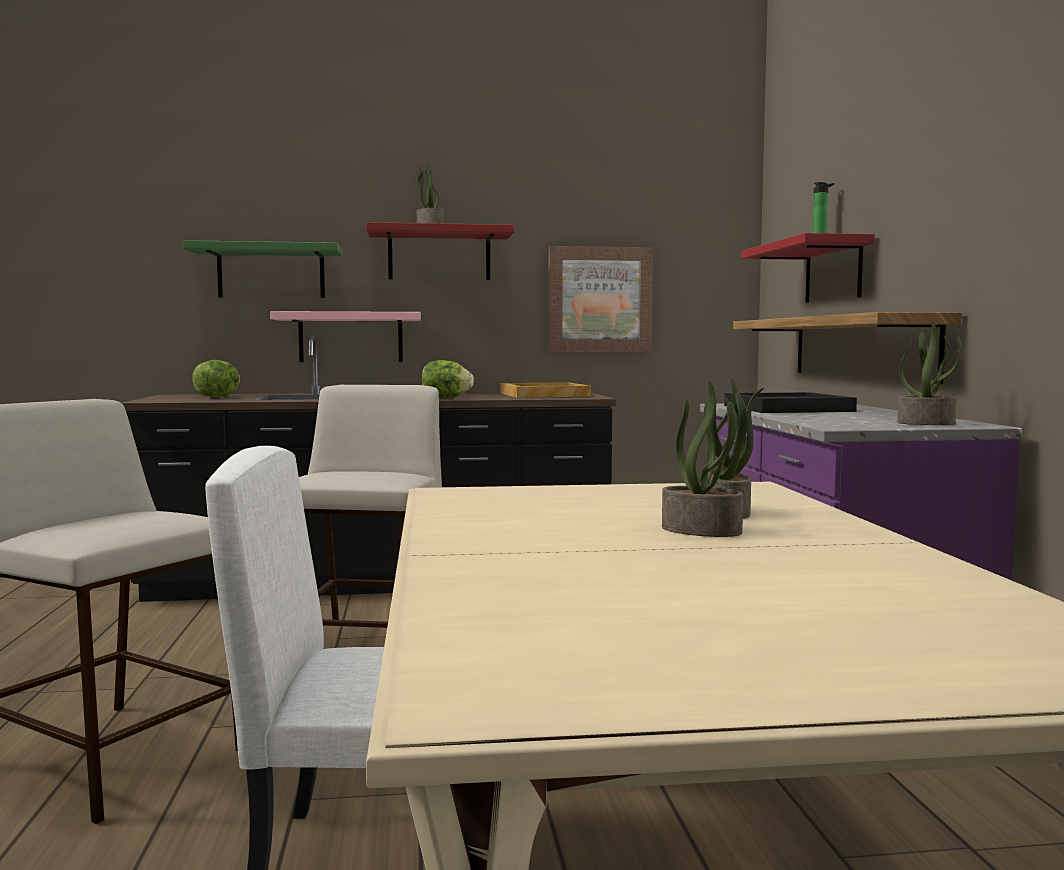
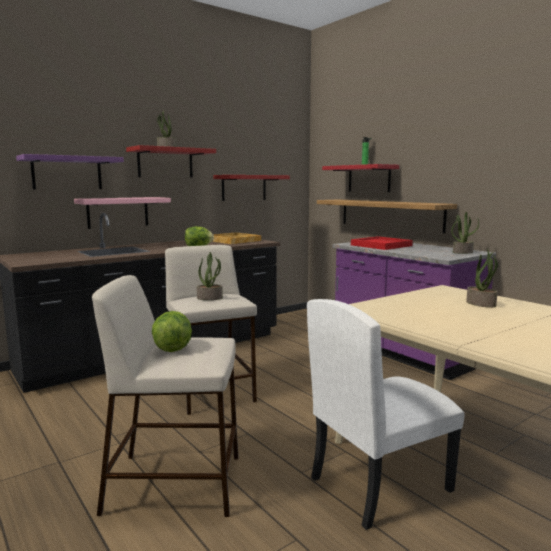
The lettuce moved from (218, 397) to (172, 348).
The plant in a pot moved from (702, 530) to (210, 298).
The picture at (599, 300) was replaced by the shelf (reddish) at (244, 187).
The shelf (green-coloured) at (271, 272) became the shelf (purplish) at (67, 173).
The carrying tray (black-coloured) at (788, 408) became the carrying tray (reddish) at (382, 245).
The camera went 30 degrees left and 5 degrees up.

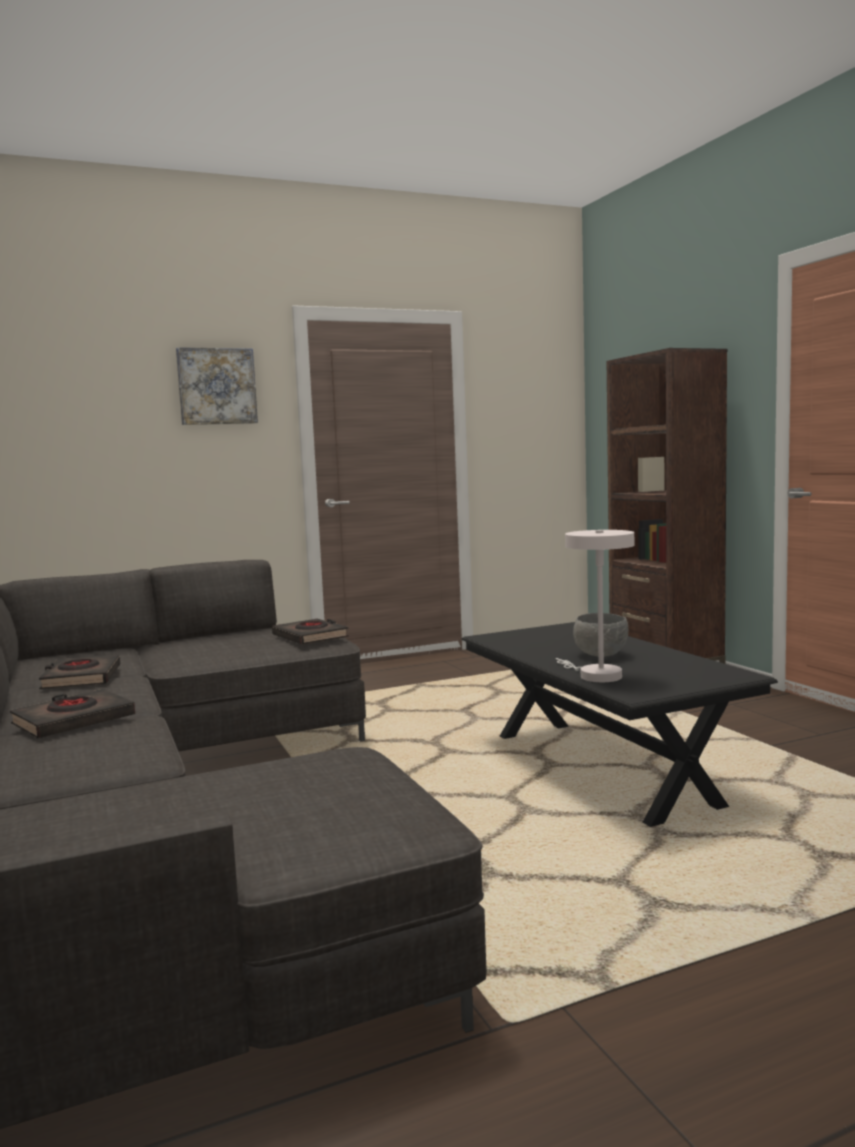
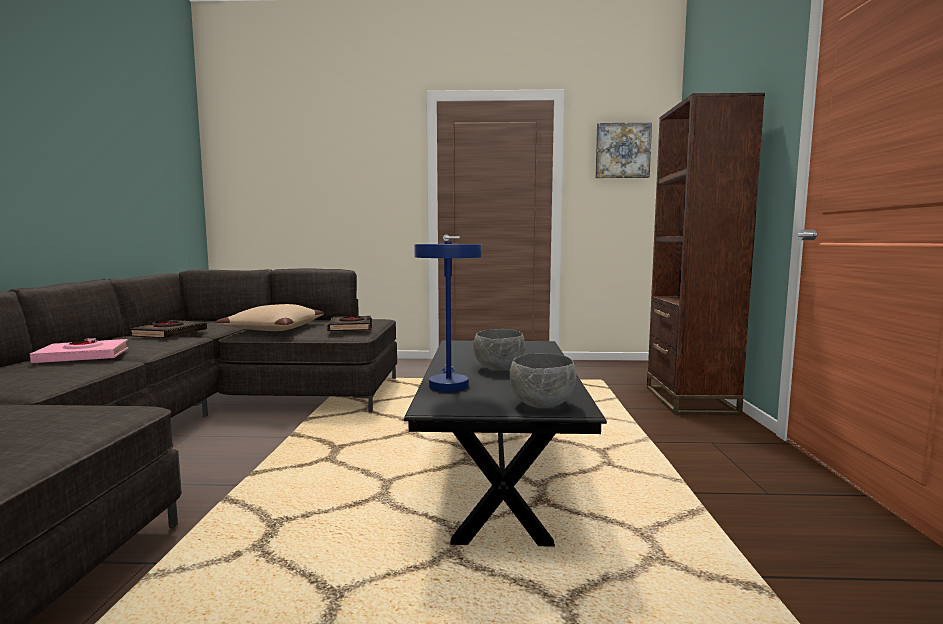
The cushion (sand-coloured) at (272, 329) appeared.
The bowl (grey) at (543, 405) appeared.
The picture moved from (217, 386) to (622, 151).
The bound book (black-coloured) at (73, 721) became the bound book (pink-coloured) at (83, 357).
The lamp for a table (whitish) at (595, 675) became the lamp for a table (blue) at (448, 384).
The camera went 25 degrees right and 0 degrees up.

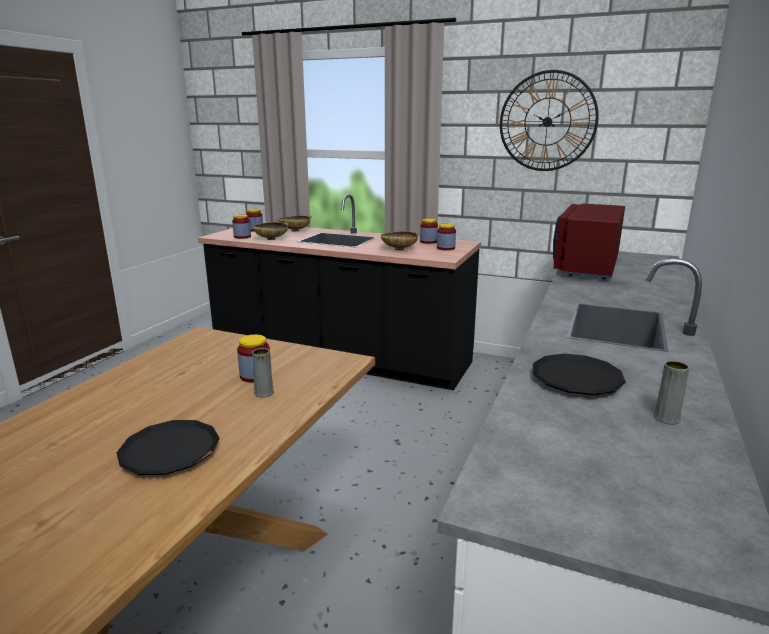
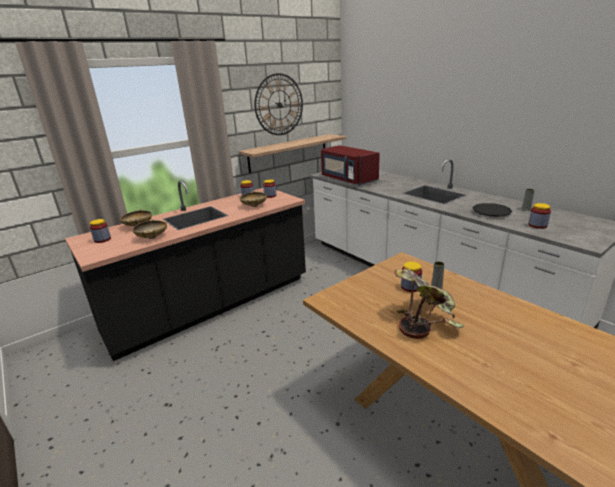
The plate (black-coloured) at (170, 453) disappeared.
The shelf at (288, 152) appeared.
The plant in a pot at (424, 319) appeared.
The jar moved from (242, 237) to (537, 225).
The camera went 60 degrees left and 5 degrees up.

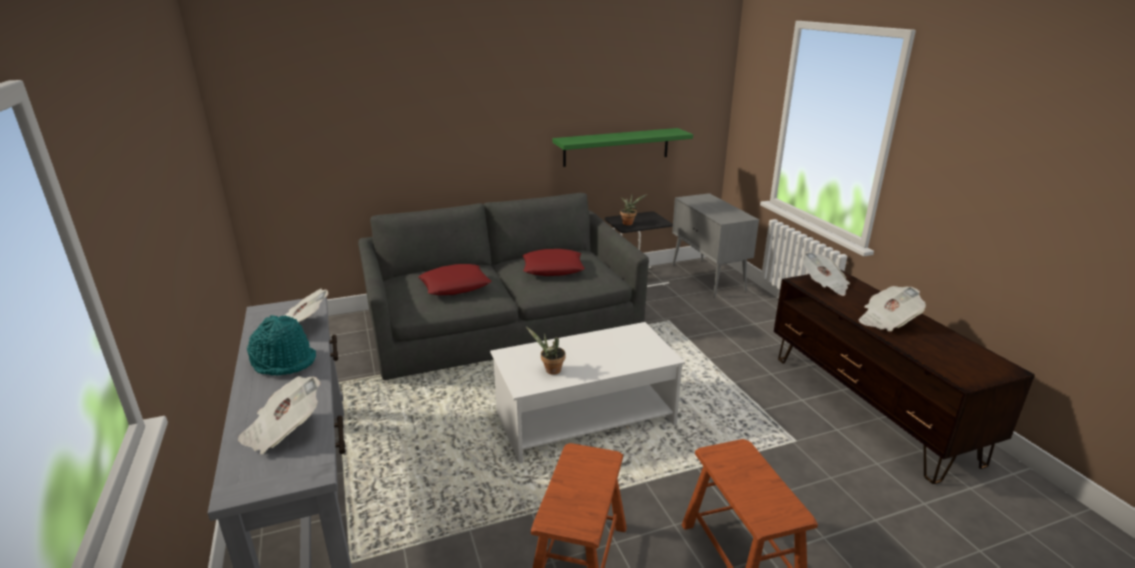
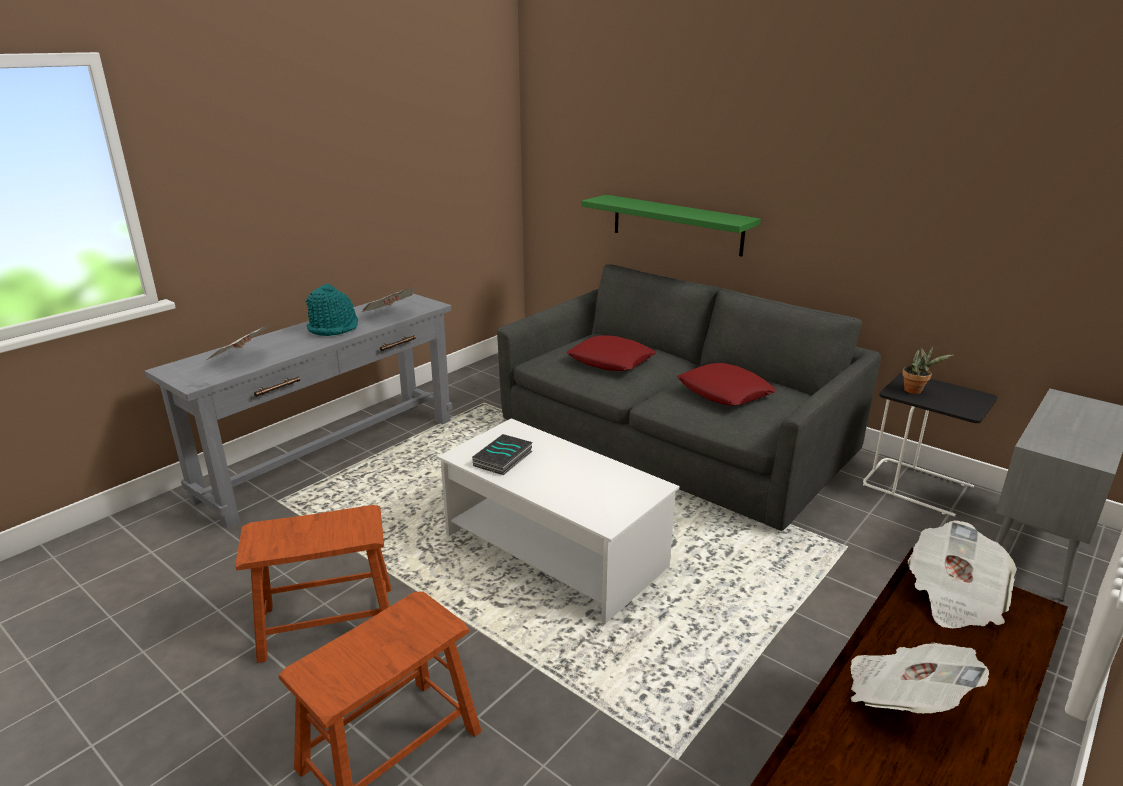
The shelf (green-coloured) moved from (616, 147) to (676, 224).
The plant in a pot at (550, 370) was replaced by the bound book at (503, 459).
The camera went 60 degrees right and 0 degrees up.

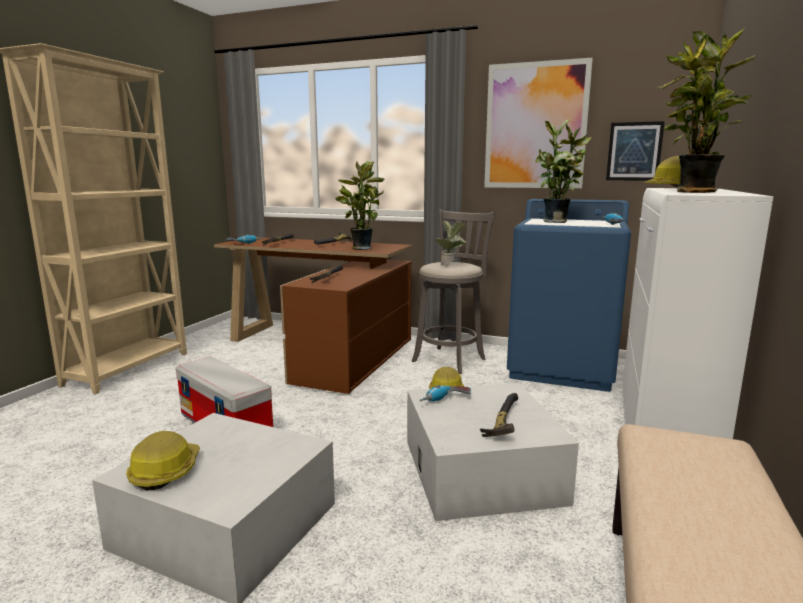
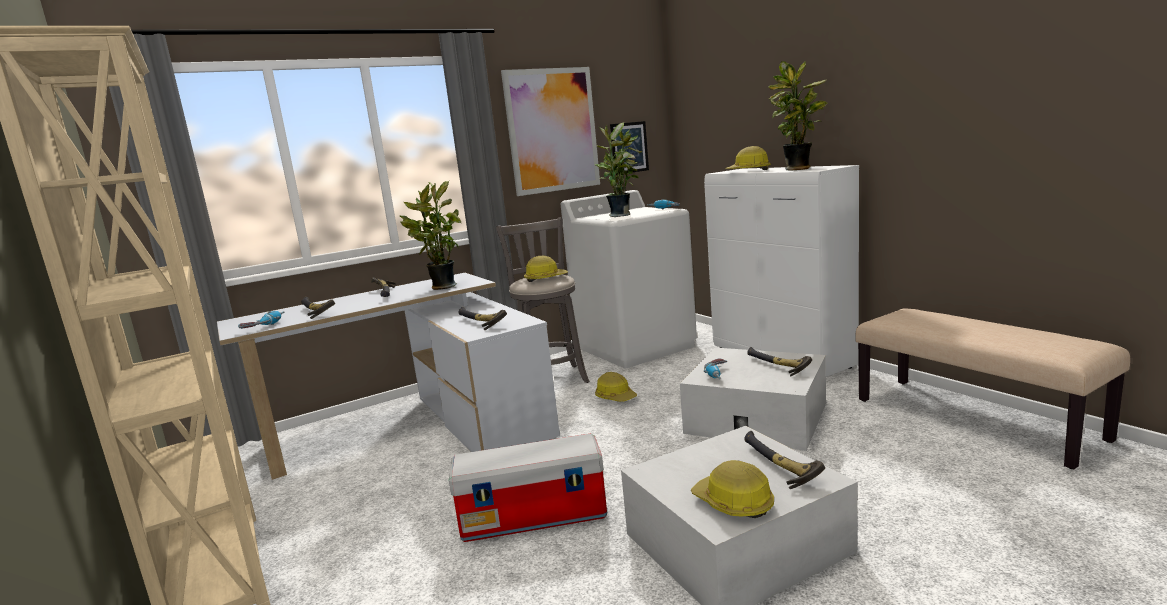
The hammer at (777, 467) appeared.
The plant in a pot at (451, 265) was replaced by the hard hat at (545, 278).
The desk (brown-coloured) at (322, 349) became the desk (whitish) at (417, 428).
The washing machine (blue) at (562, 368) became the washing machine (whitish) at (636, 347).
The camera went 50 degrees left and 0 degrees up.

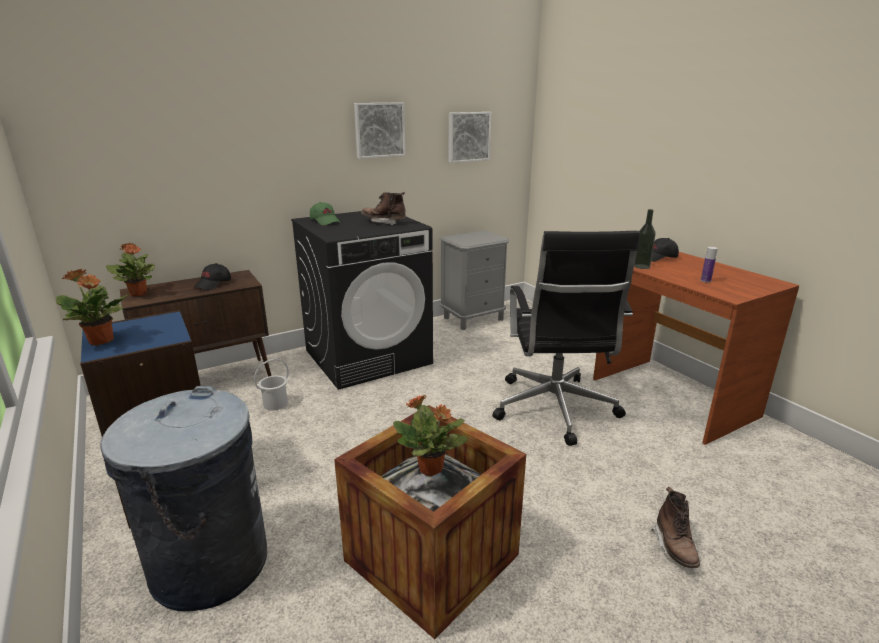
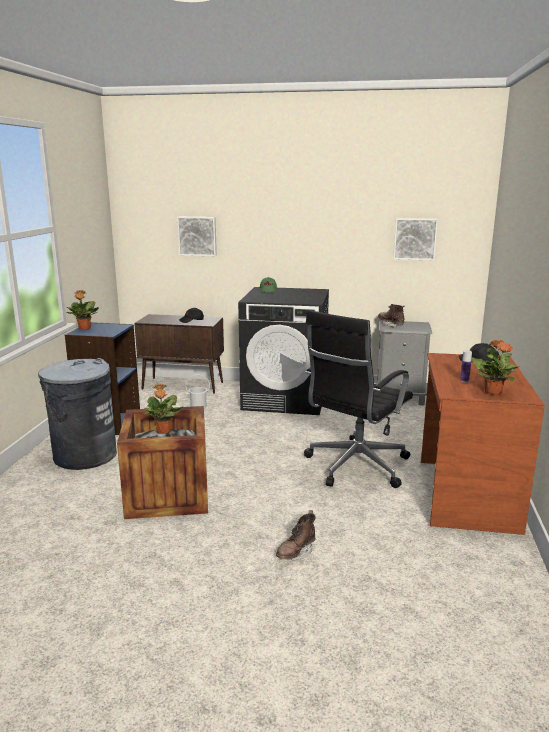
The drink bottle at (641, 266) disappeared.
The plant in a pot moved from (138, 293) to (493, 392).
The picture moved from (379, 130) to (197, 236).
The tall boot (brown-coloured) moved from (384, 222) to (390, 324).
The camera went 40 degrees right and 5 degrees down.

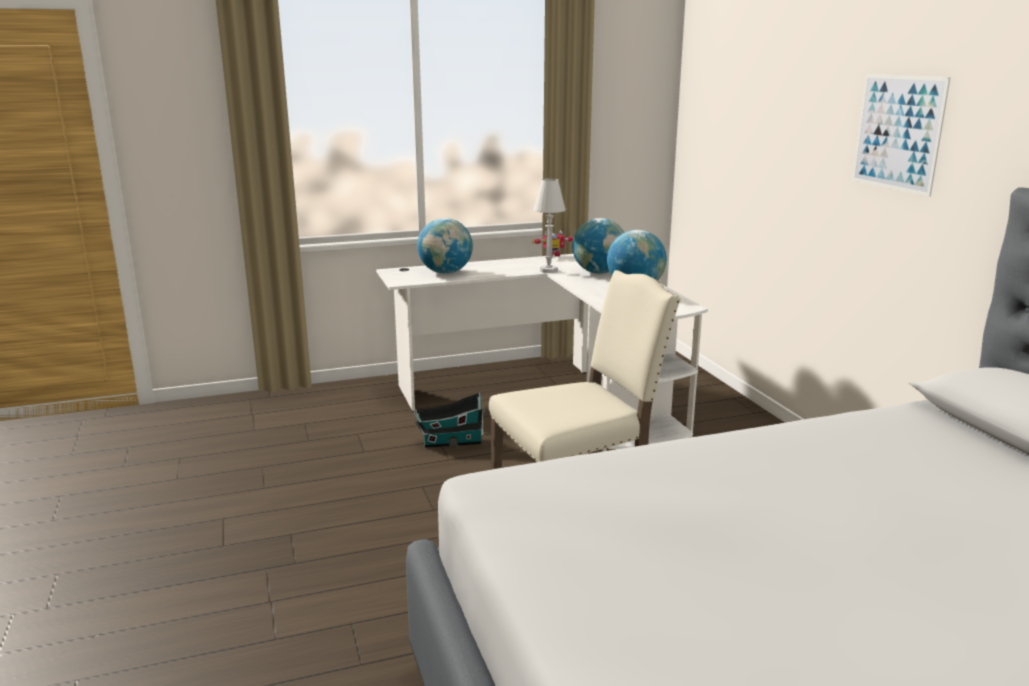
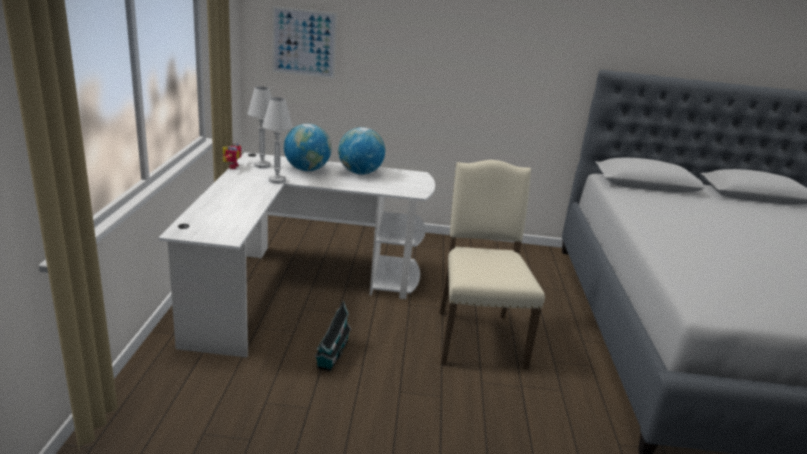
The desk globe at (445, 272) disappeared.
The lamp for a table (whitish) at (262, 165) appeared.
The picture moved from (897, 133) to (304, 43).
The camera went 70 degrees left and 5 degrees up.

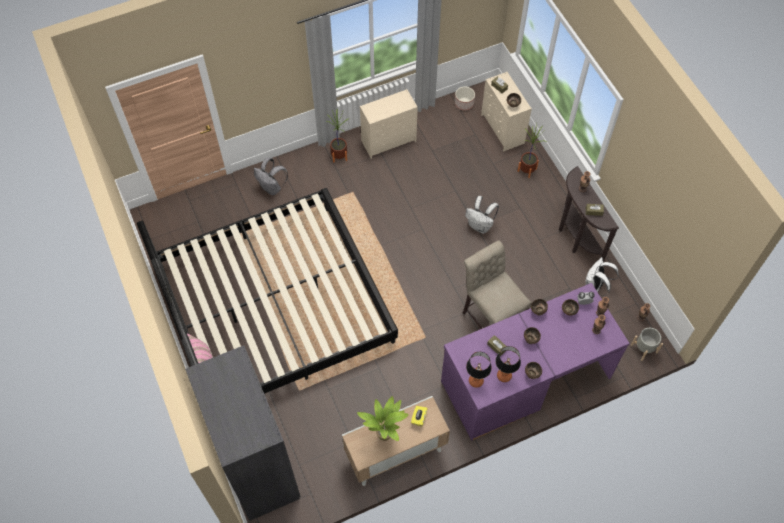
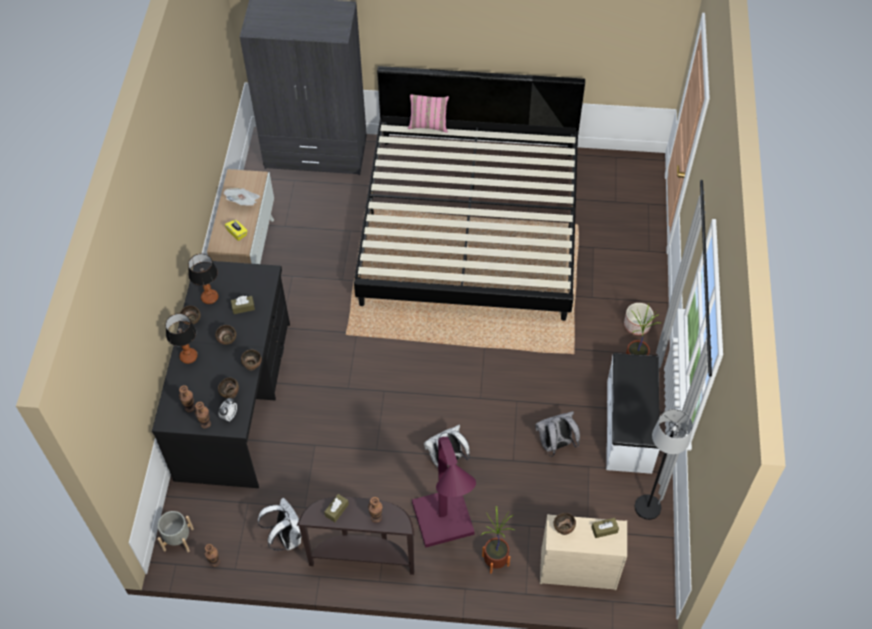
The chair (sand-coloured) at (490, 317) disappeared.
The standard lamp (purplish) at (445, 527) appeared.
The standard lamp (black-coloured) at (647, 507) appeared.
The backpack (grey) moved from (272, 188) to (555, 445).
The planter moved from (464, 103) to (636, 325).
The lamp for a table moved from (475, 381) to (188, 356).
The plant in a pot at (385, 434) was replaced by the daily paper at (243, 202).
The dresser (sand-coloured) at (389, 141) was replaced by the indoor bench (whitish) at (629, 426).
The desk (purplish) at (525, 378) became the desk (black-coloured) at (236, 399).
The camera went 120 degrees right and 5 degrees down.

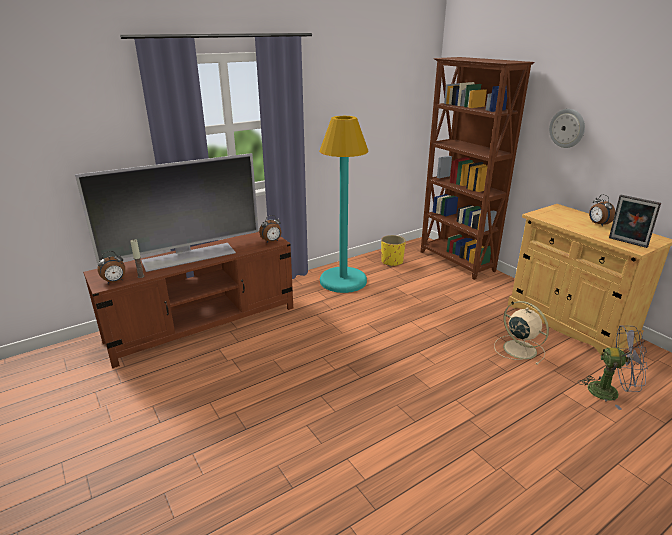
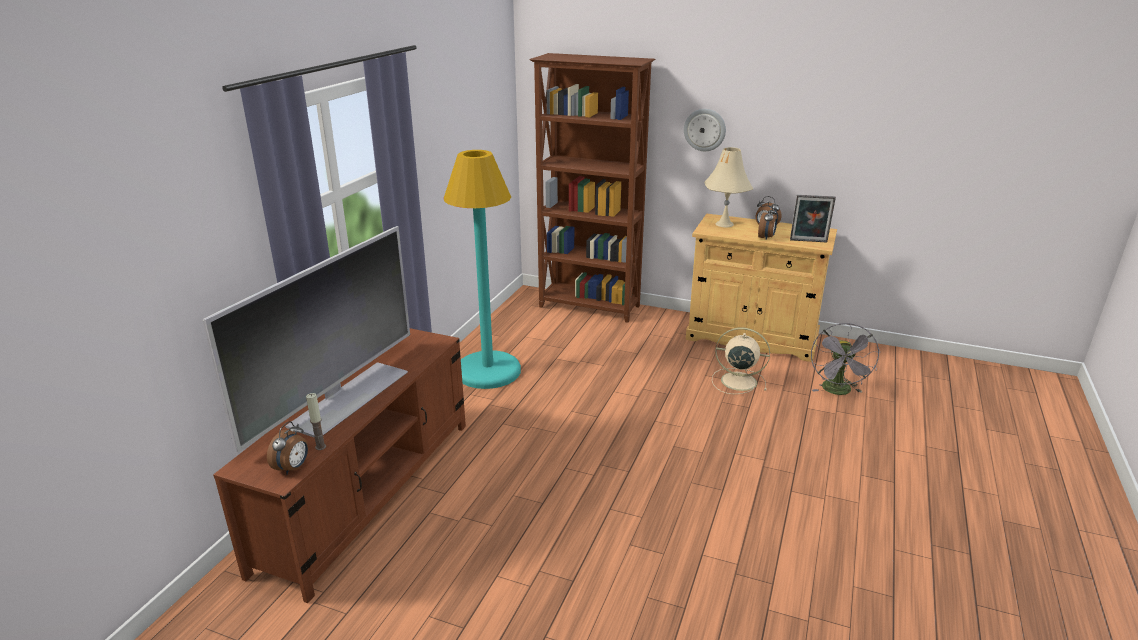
The planter (yellowish) at (392, 261) disappeared.
The lamp for a table (sand-coloured) at (724, 224) appeared.
The bedside clock moved from (272, 241) to (766, 238).
The electric fan (grey) at (610, 392) turned 120 degrees clockwise.
The camera went 35 degrees left and 0 degrees up.

